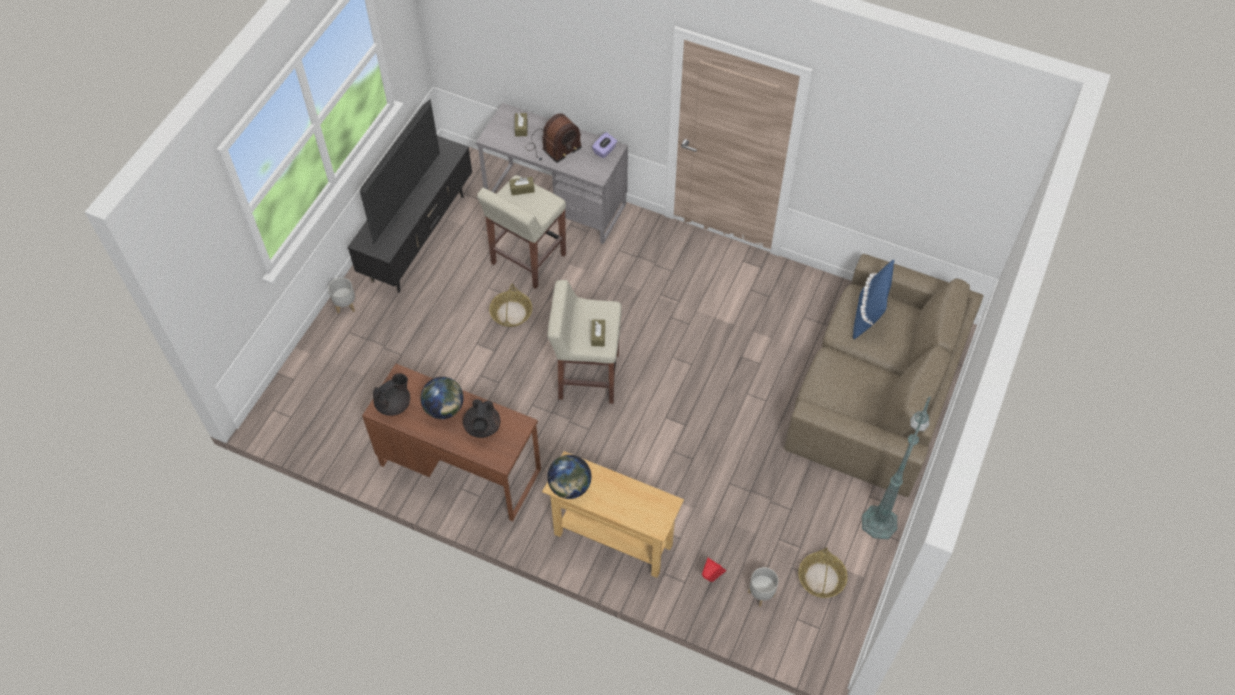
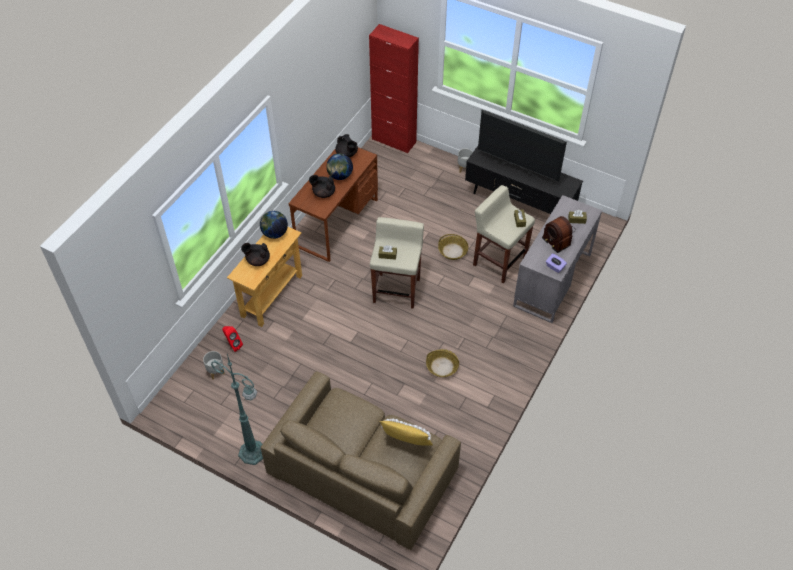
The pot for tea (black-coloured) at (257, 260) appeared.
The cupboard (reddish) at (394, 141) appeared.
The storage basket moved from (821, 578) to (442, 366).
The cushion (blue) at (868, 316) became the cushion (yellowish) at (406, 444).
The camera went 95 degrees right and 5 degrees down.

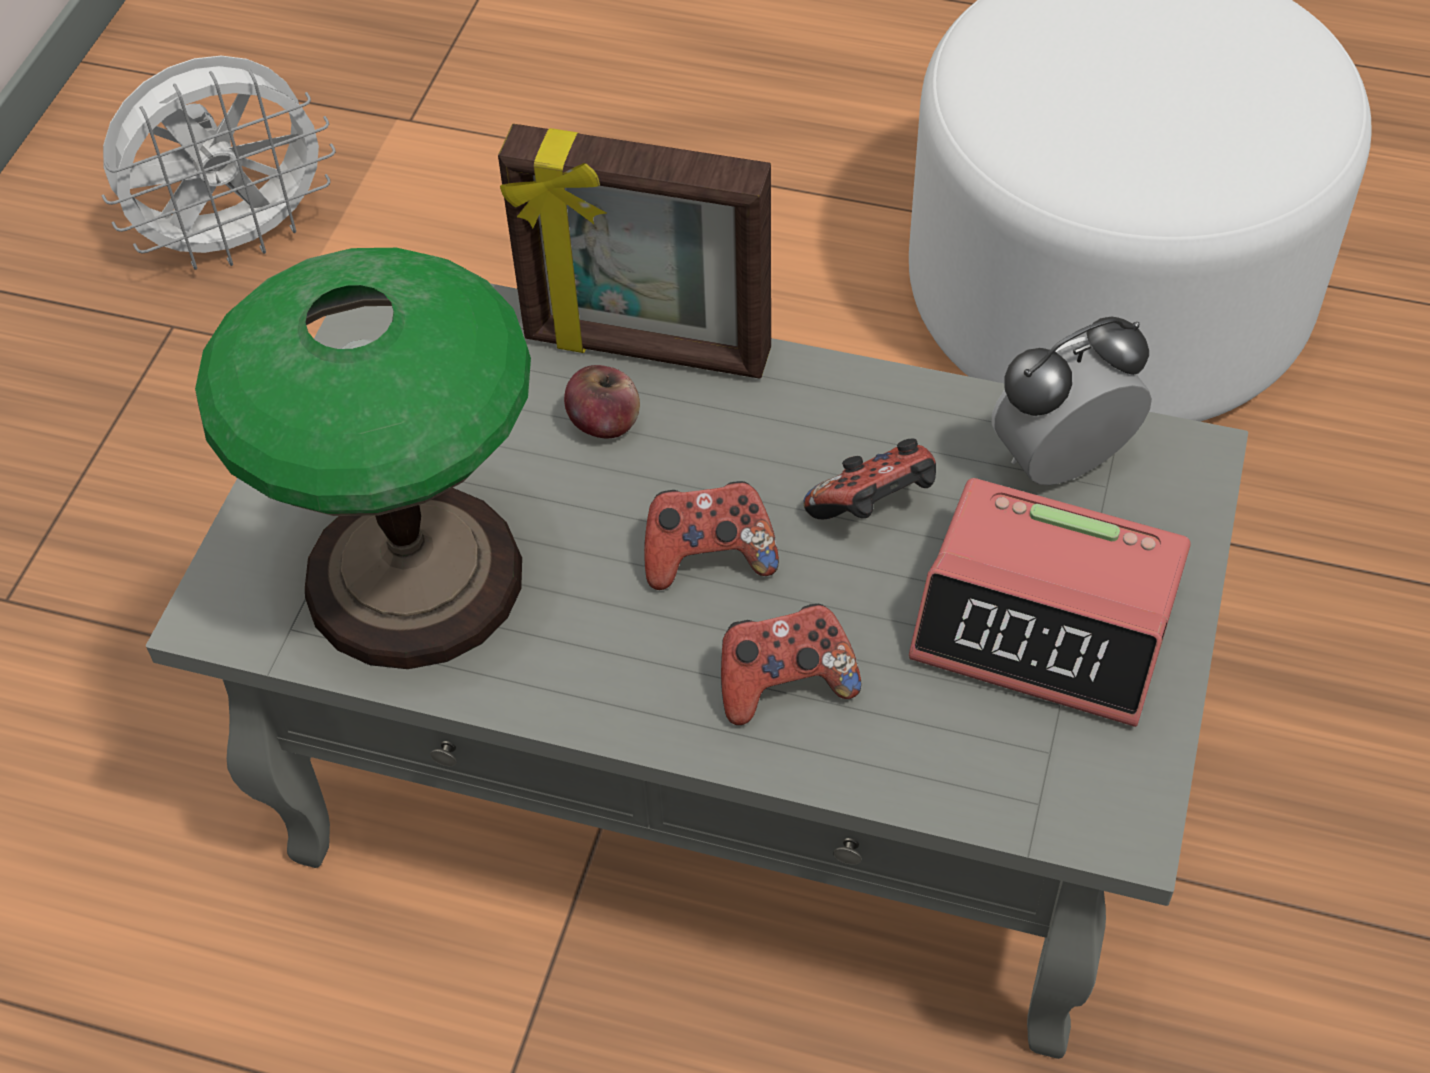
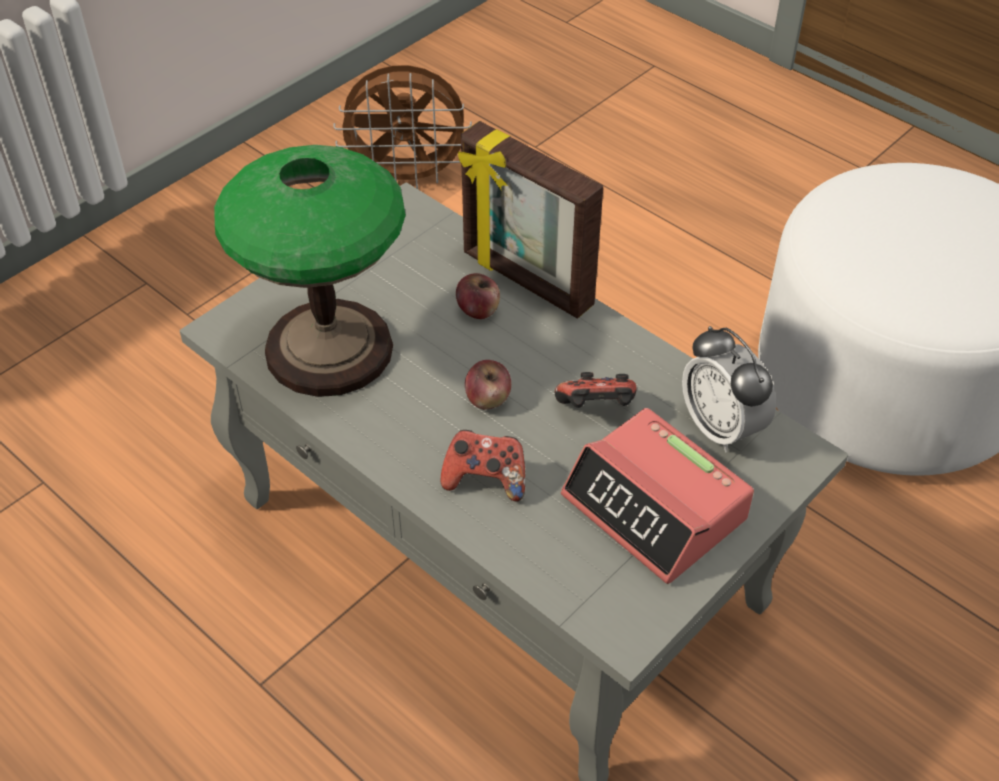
The gamepad at (708, 557) was replaced by the whole apple at (488, 399).
The electric fan (whitish) at (238, 239) became the electric fan (brown-coloured) at (408, 177).
The bedside clock at (1061, 463) turned 120 degrees counterclockwise.
The camera went 25 degrees right and 5 degrees down.

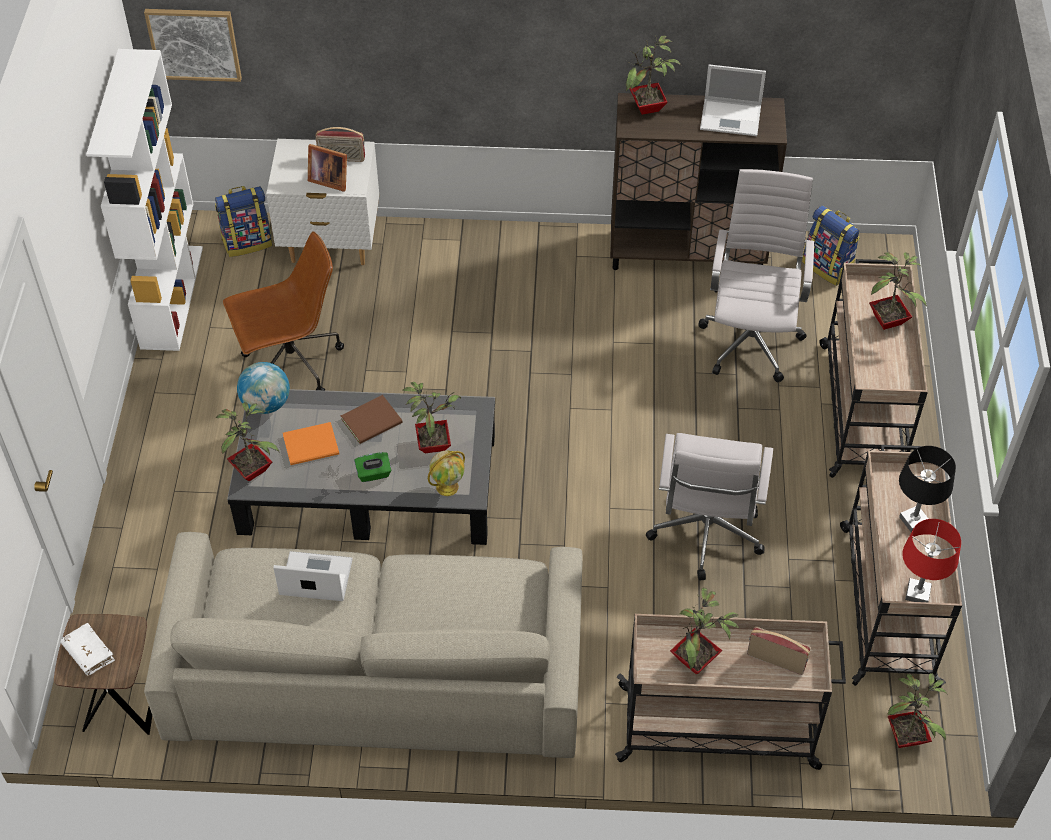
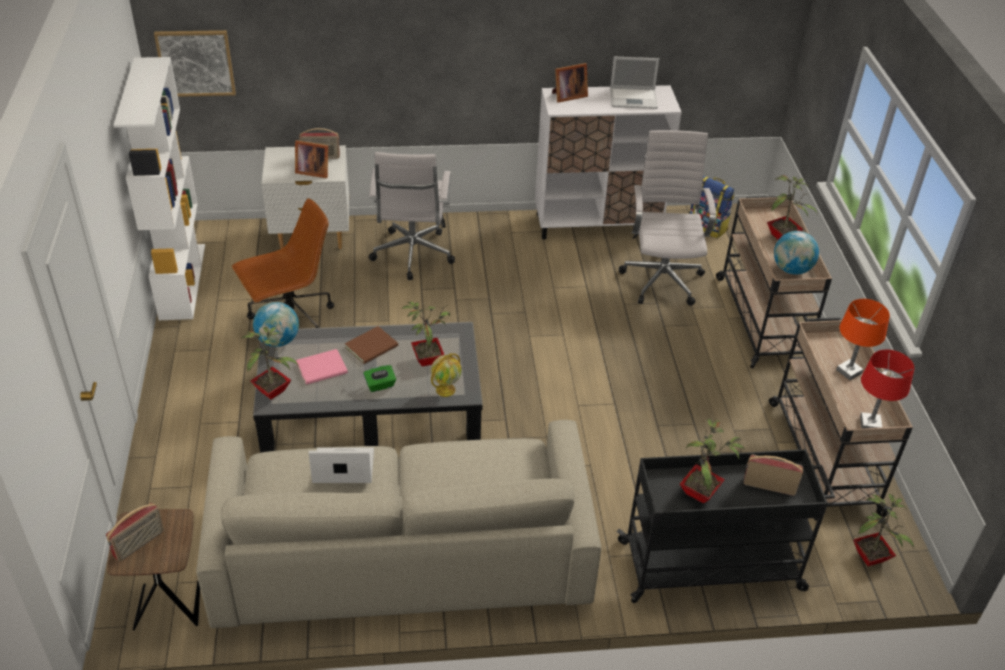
The backpack at (248, 242) disappeared.
The desk globe at (791, 269) appeared.
The computer chair (whitish) moved from (705, 536) to (412, 256).
The bound book (whitish) at (88, 653) was replaced by the radio set at (139, 544).
The plant in a pot at (648, 108) was replaced by the photo frame at (567, 96).
The bound book (orangey) at (313, 446) became the bound book (pink-coloured) at (323, 368).
The cupboard (brown-coloured) at (687, 252) became the cupboard (whitish) at (597, 224).
The cart (sand-coloured) at (720, 727) became the cart (black-coloured) at (713, 566).
The lamp for a table (black-coloured) at (913, 521) became the lamp for a table (orangey) at (848, 372).
The camera went 10 degrees left and 10 degrees down.

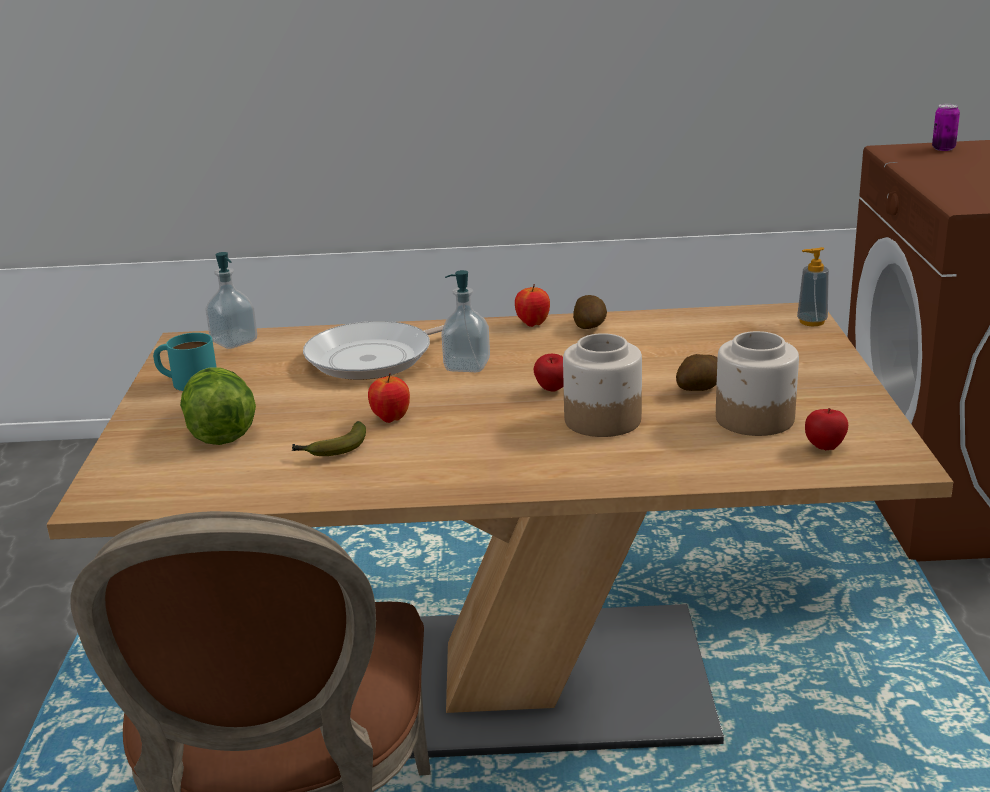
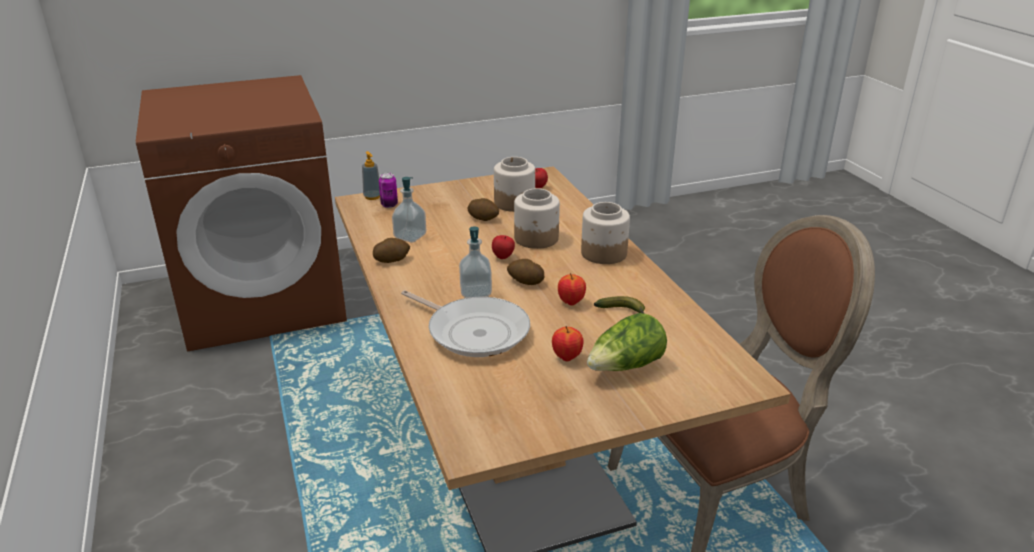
The tea mug (turquoise-coloured) at (187, 381) disappeared.
The whole potato at (525, 282) appeared.
The jar at (603, 253) appeared.
The liquid soap bottle moved from (234, 341) to (410, 236).
The whole apple moved from (532, 324) to (567, 357).
The sealed can moved from (943, 149) to (389, 205).
The camera went 110 degrees left and 5 degrees up.

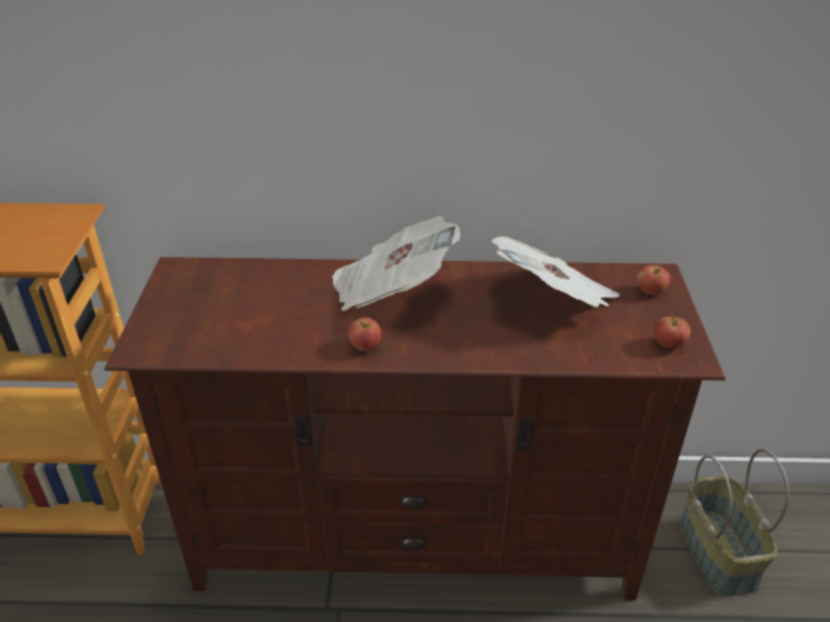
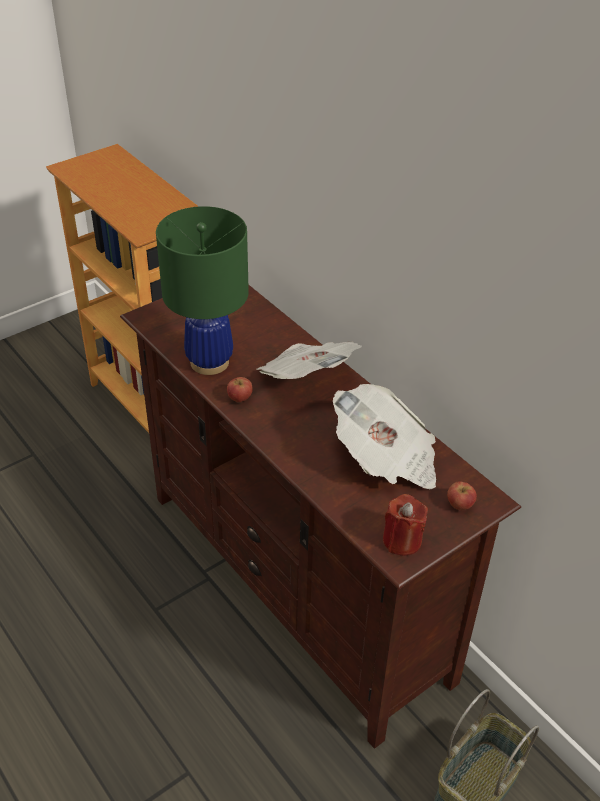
The lamp for a table (green-coloured) at (210, 362) appeared.
The whole apple at (668, 344) was replaced by the wax candle (reddish) at (402, 540).
The camera went 50 degrees right and 5 degrees up.

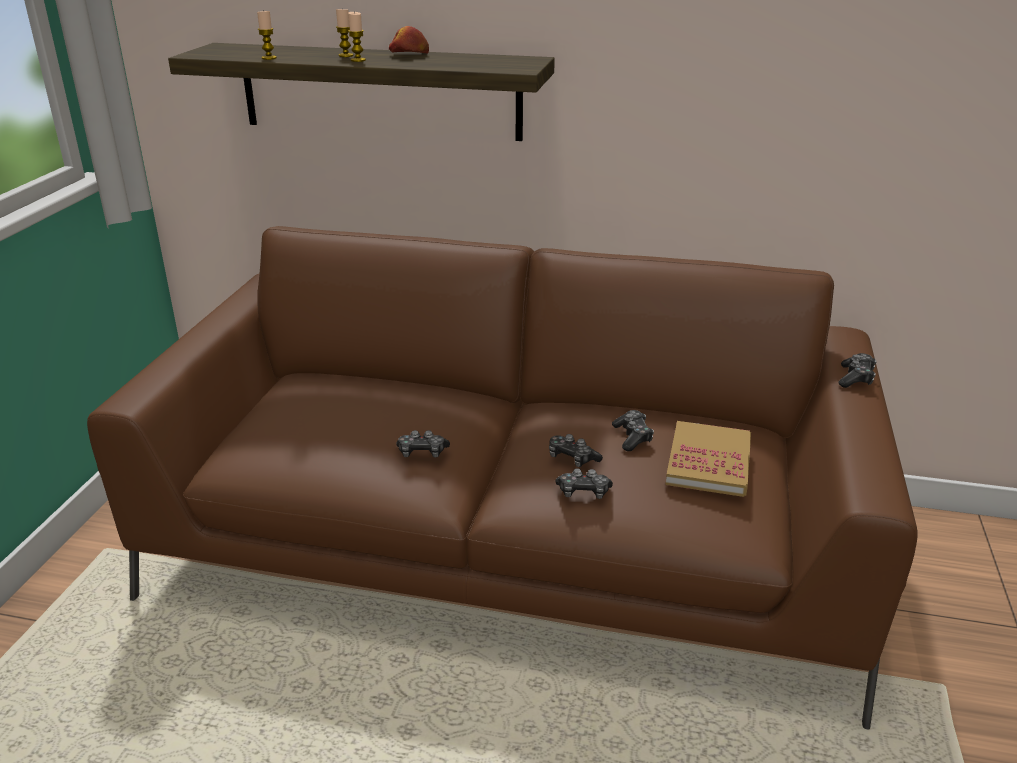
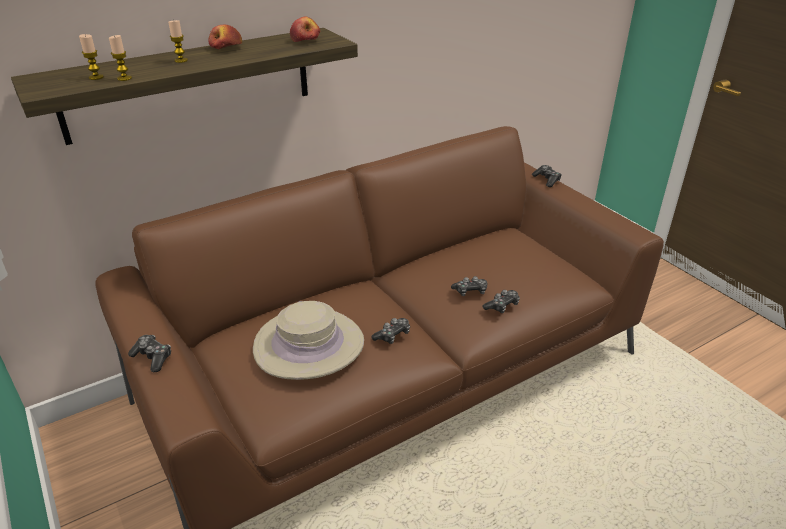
The bound book at (709, 462) disappeared.
The wearable hat (sand-coloured) at (309, 345) appeared.
The whole apple at (305, 40) appeared.
The wax candle moved from (358, 60) to (96, 77).
The gamepad moved from (632, 437) to (152, 357).
The camera went 45 degrees left and 5 degrees up.

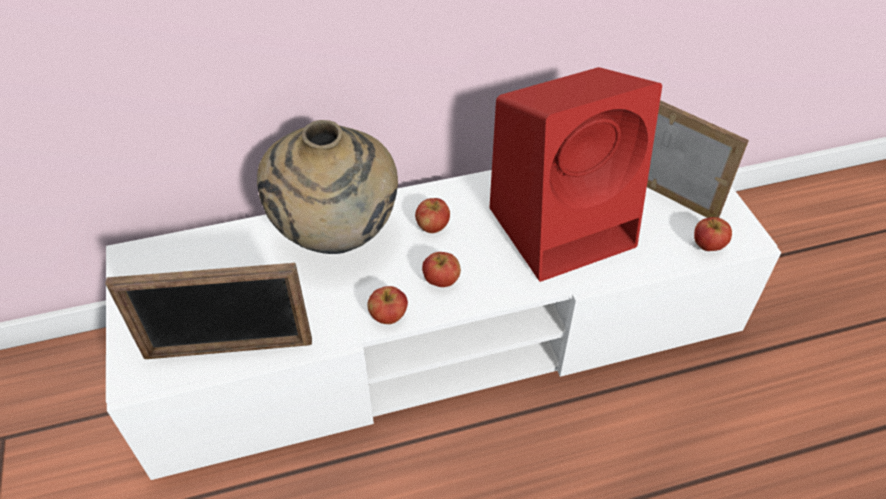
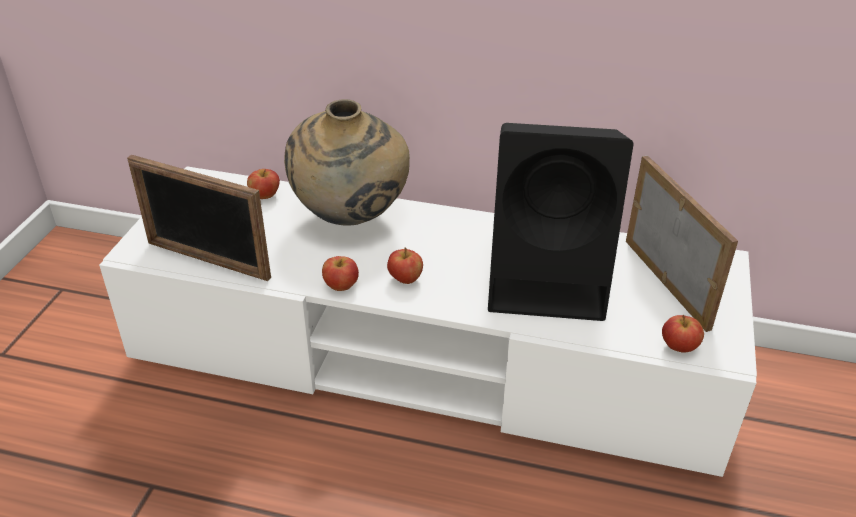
The whole apple moved from (432, 227) to (265, 195).
The speaker (reddish) at (564, 225) became the speaker (black-coloured) at (550, 279).
The camera went 30 degrees right and 10 degrees down.

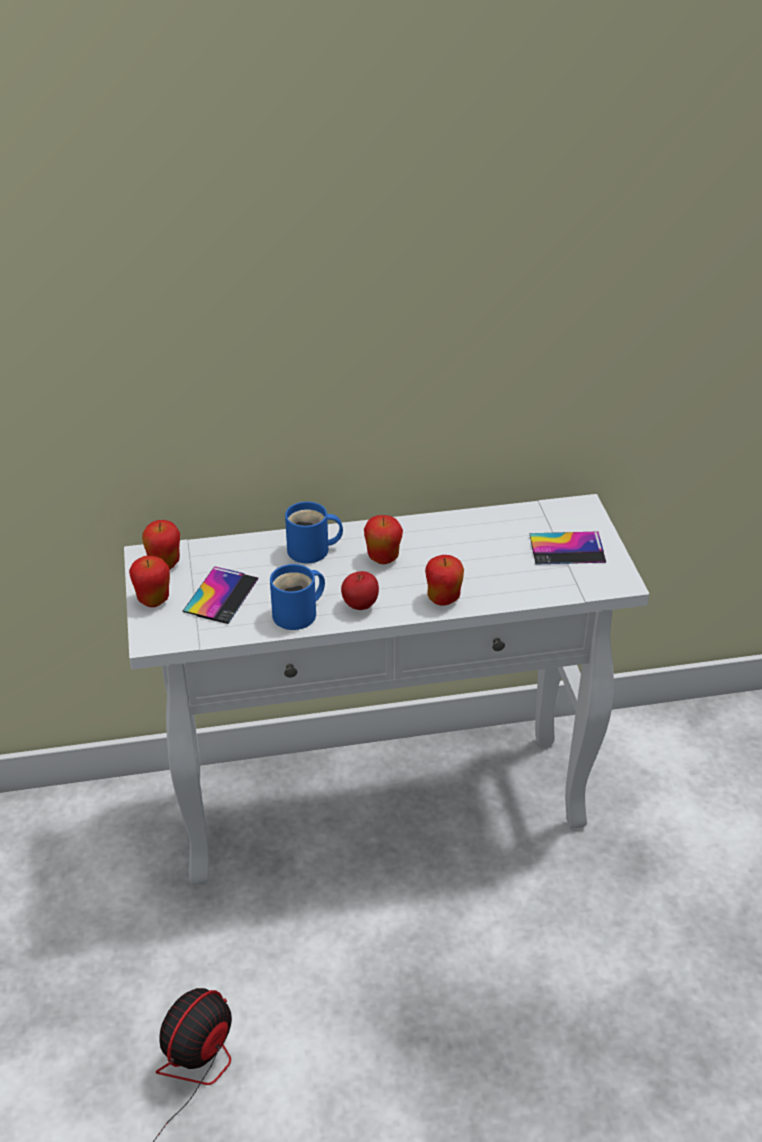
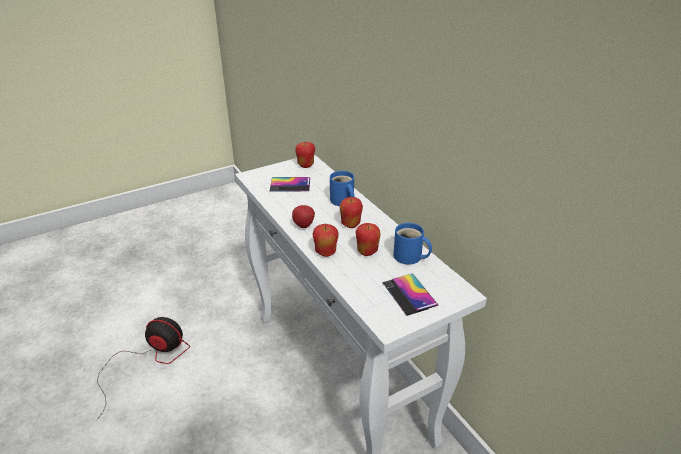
The whole apple moved from (153, 600) to (367, 252).
The tea mug (blue) moved from (299, 614) to (409, 257).
The camera went 70 degrees right and 5 degrees down.

